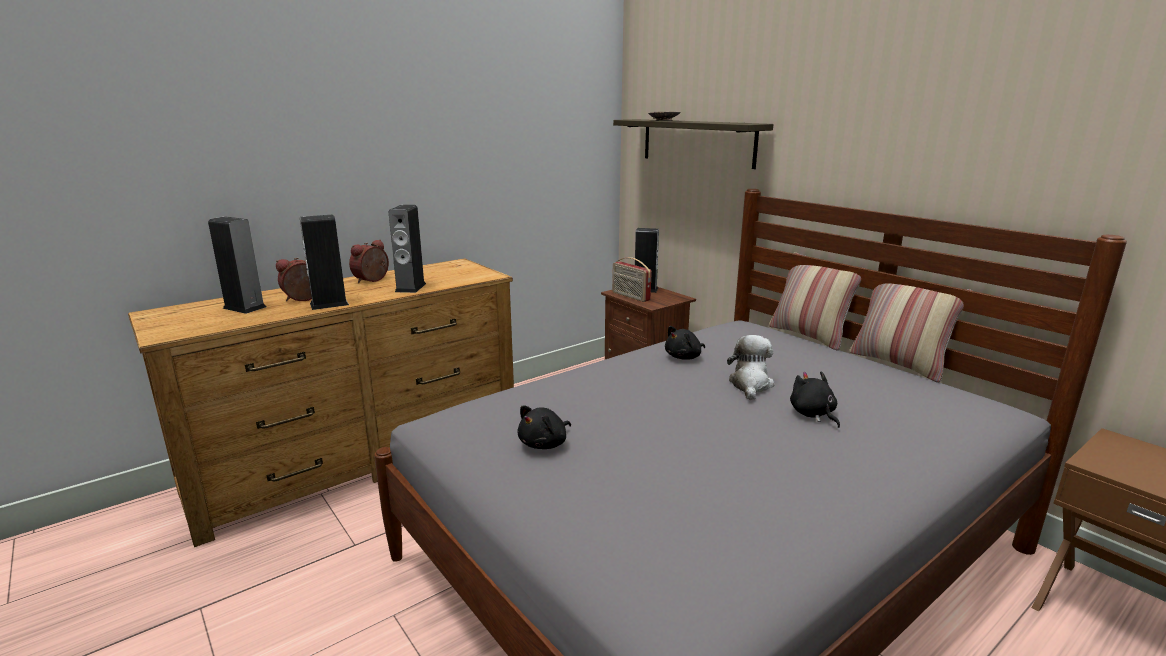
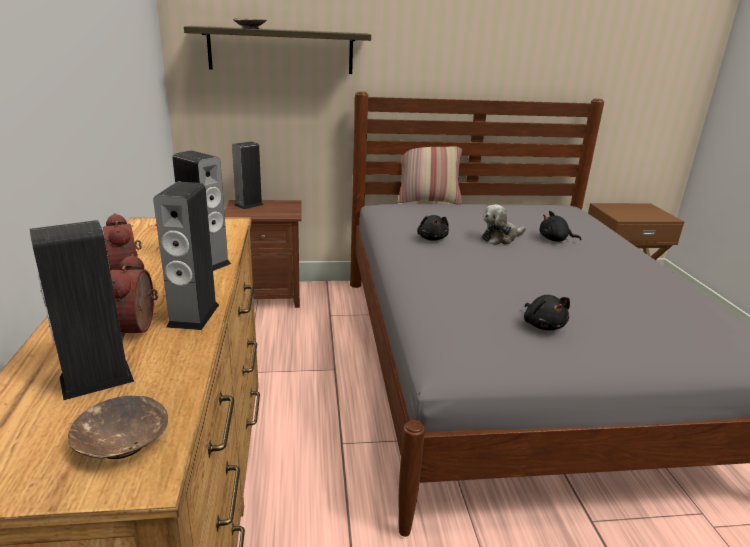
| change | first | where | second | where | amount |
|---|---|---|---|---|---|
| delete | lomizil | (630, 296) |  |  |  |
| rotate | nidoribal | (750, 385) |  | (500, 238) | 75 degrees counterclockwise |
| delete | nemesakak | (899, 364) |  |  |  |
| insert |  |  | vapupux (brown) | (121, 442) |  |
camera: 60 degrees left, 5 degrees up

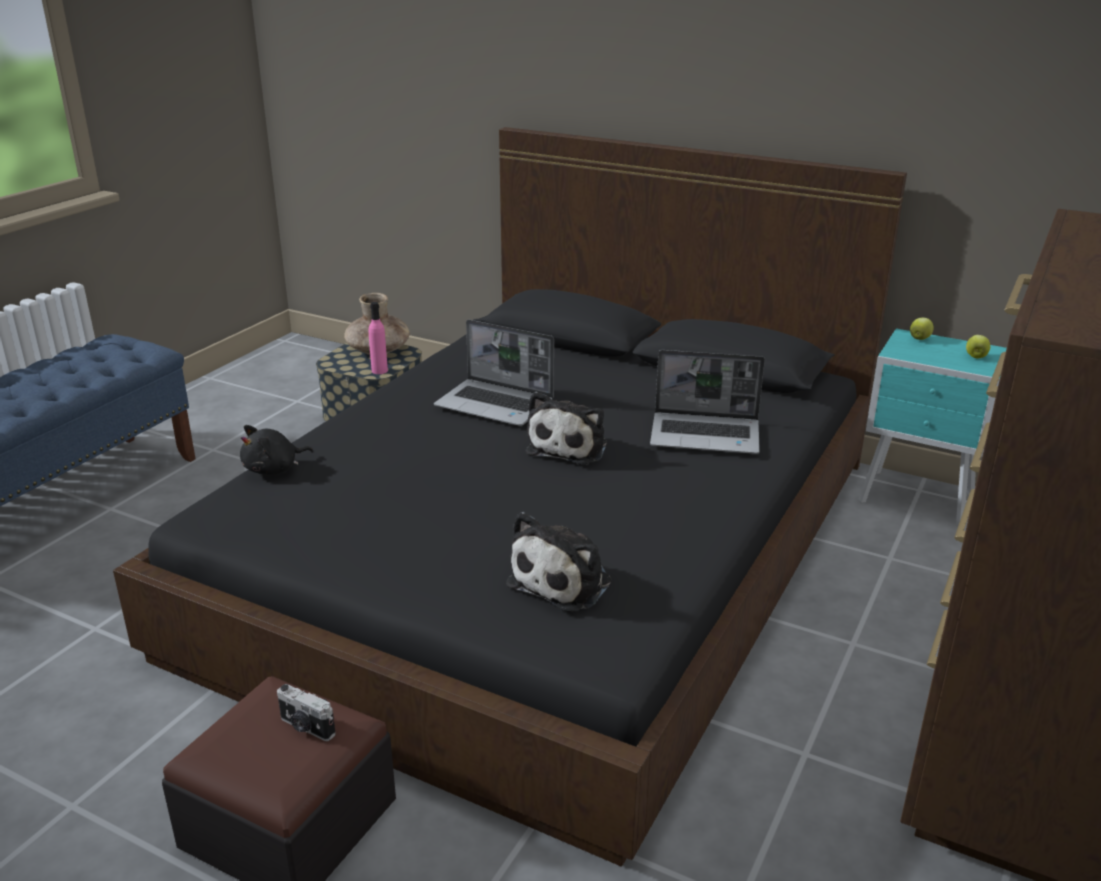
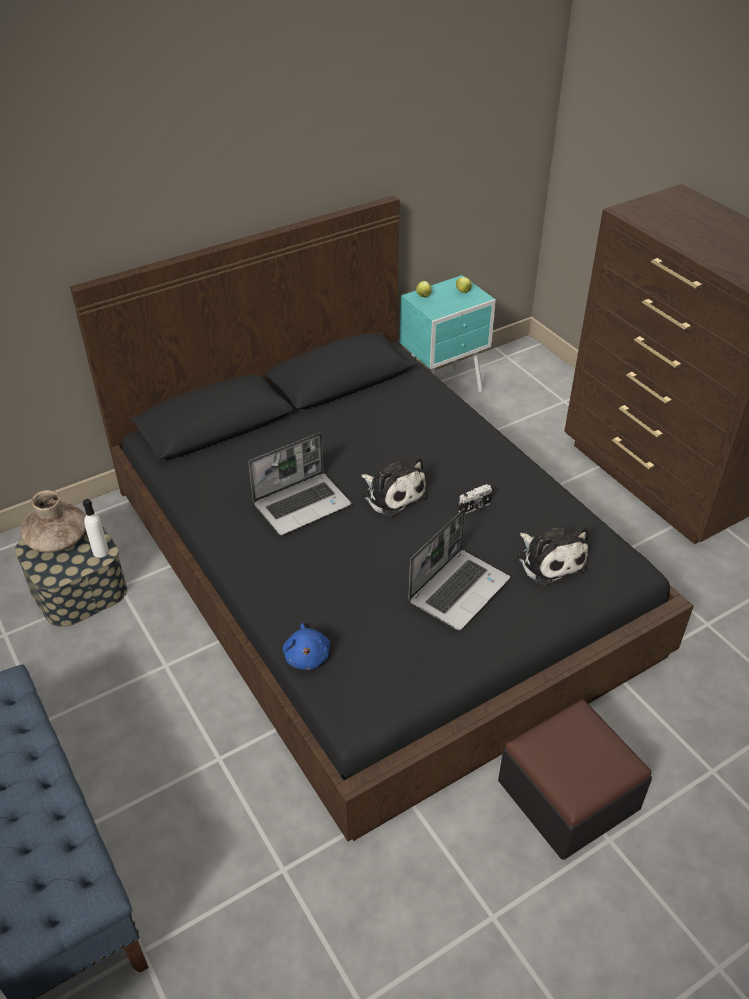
| change | first | where | second | where | amount |
|---|---|---|---|---|---|
| recolor | nidoribal (black) | (274, 469) | nidoribal (blue) | (307, 656) |  |
| move | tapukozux | (306, 727) |  | (475, 507) |  |
| recolor | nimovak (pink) | (379, 371) | nimovak (white) | (100, 552) |  |
| move | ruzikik | (706, 435) |  | (459, 589) |  |
camera: 60 degrees left, 15 degrees up

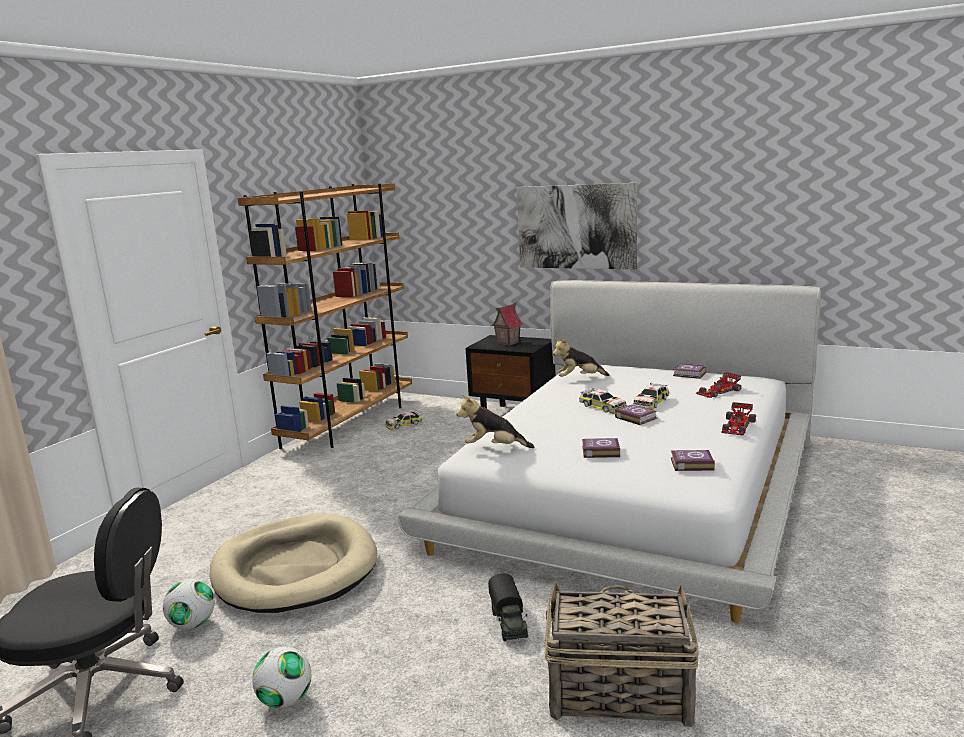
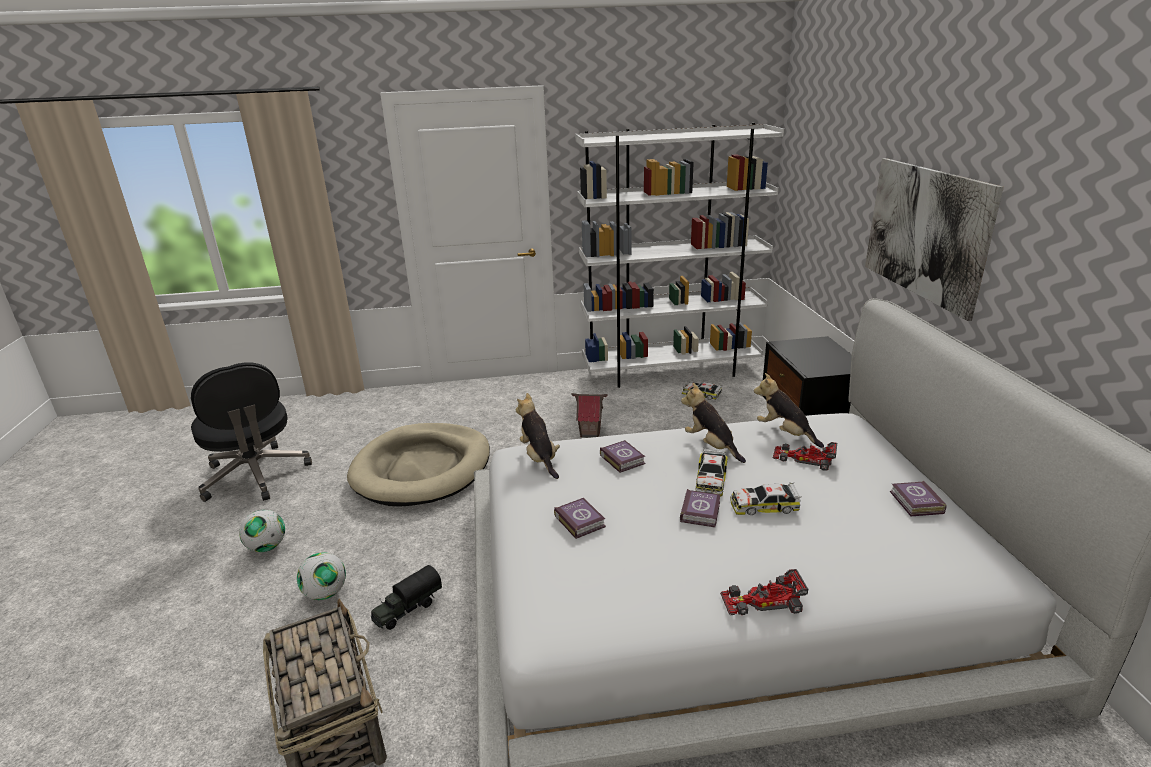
| change | first | where | second | where | amount |
|---|---|---|---|---|---|
| move | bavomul | (193, 624) |  | (326, 593) |  |
| recolor | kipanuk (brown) | (349, 423) | kipanuk (white) | (671, 371) |  |
| move | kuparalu | (507, 343) |  | (590, 432) |  |
| move | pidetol | (690, 464) |  | (622, 459) |  |
| move | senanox | (718, 391) |  | (804, 458) |  |
| insert |  |  | nidoribal | (711, 446) |  |
camera: 55 degrees right, 10 degrees up

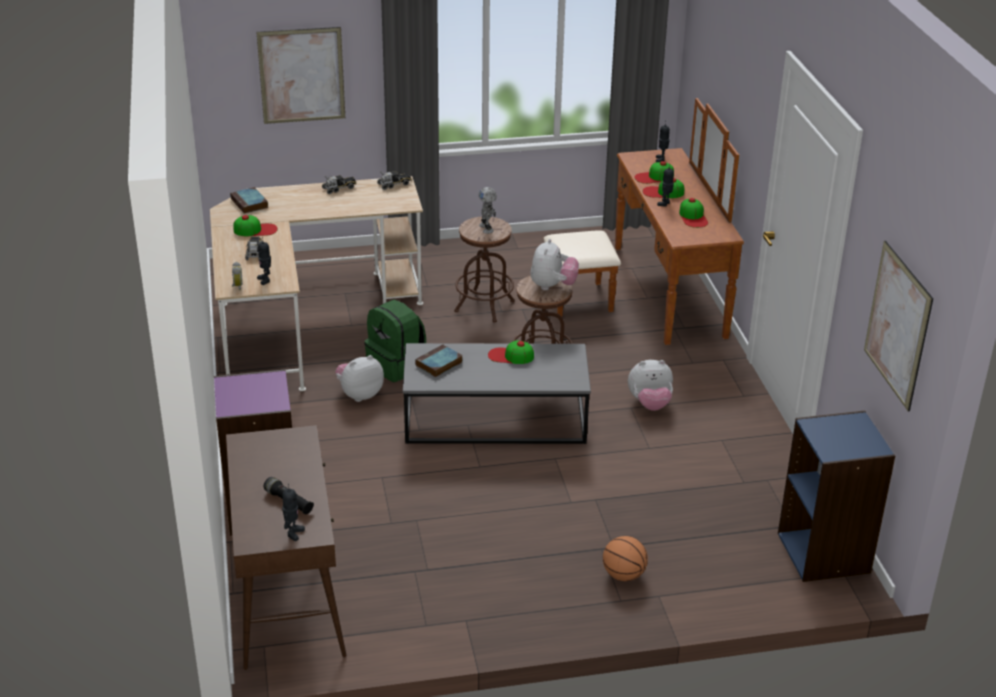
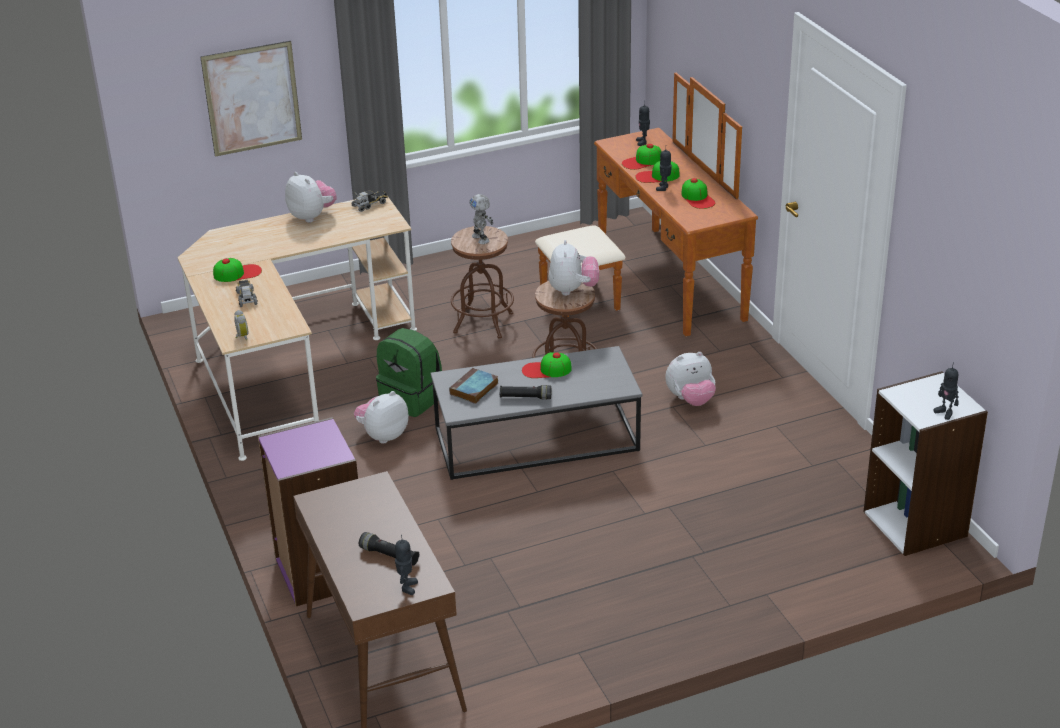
| change | first | where | second | where | amount |
|---|---|---|---|---|---|
| delete | pidetol | (250, 203) |  |  |  |
| move | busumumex | (265, 280) |  | (945, 413) |  |
| replace | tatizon | (339, 188) | nidoribal | (312, 216) |  |
| delete | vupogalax | (623, 575) |  |  |  |
| recolor | kipanuk (blue) | (824, 553) | kipanuk (white) | (916, 523) |  |
| delete | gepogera | (897, 325) |  |  |  |
| insert |  |  | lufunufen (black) | (525, 397) |  |
camera: 10 degrees left, 0 degrees up

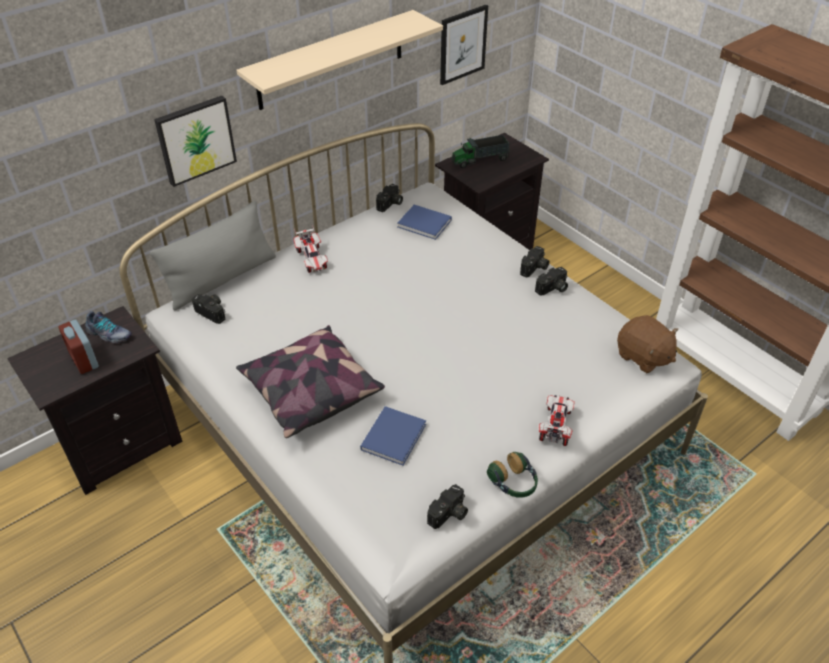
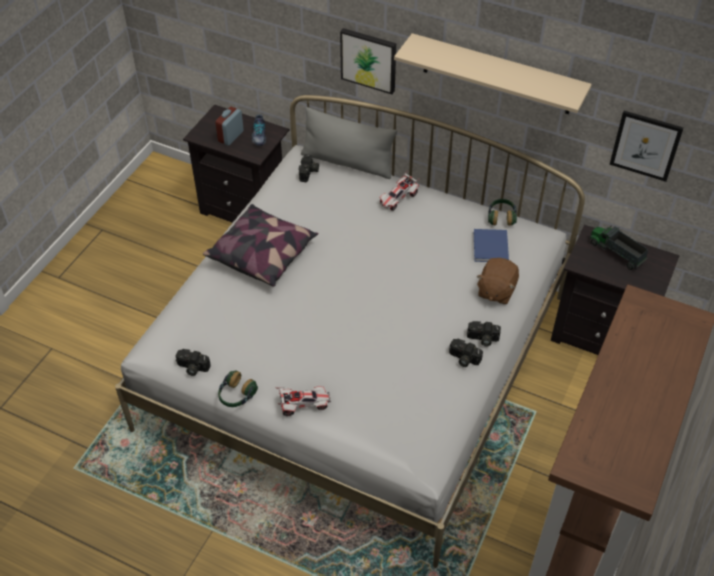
| change | first | where | second | where | amount |
|---|---|---|---|---|---|
| delete | pidetol (blue) | (394, 435) |  |  |  |
| replace | tapukozux | (390, 204) | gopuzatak | (501, 217) |  |
| move | nidoribal (brown) | (643, 357) |  | (496, 291) |  |
camera: 65 degrees right, 5 degrees up

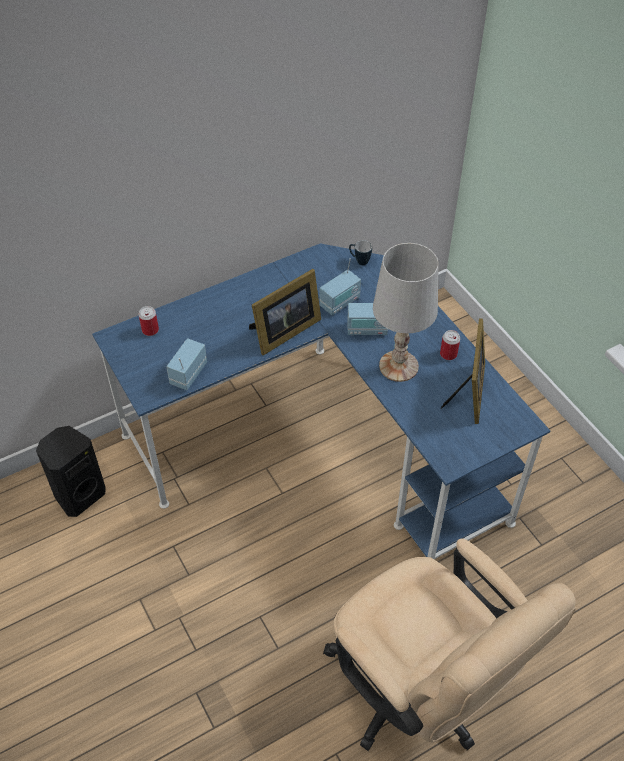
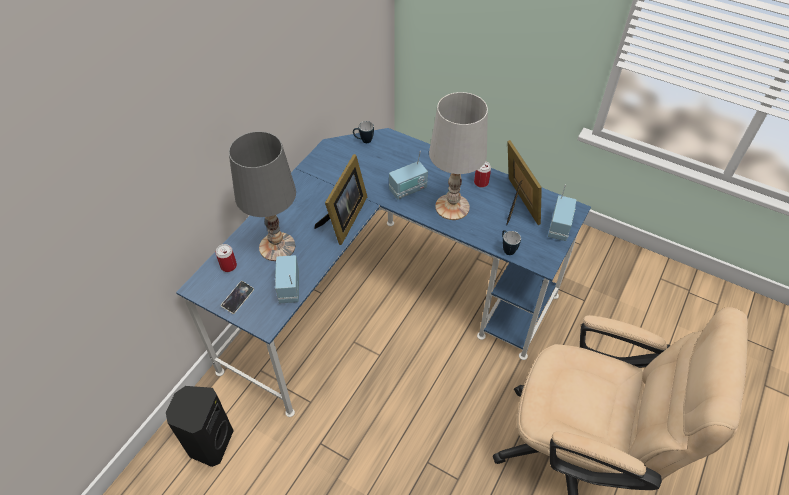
| change | first | where | second | where | amount |
|---|---|---|---|---|---|
| move | lomizil | (340, 303) |  | (559, 227) |  |
| insert |  |  | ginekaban | (238, 298) |  |
| insert |  |  | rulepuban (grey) | (277, 247) |  |
| insert |  |  | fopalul | (507, 249) |  |
camera: 30 degrees left, 0 degrees up

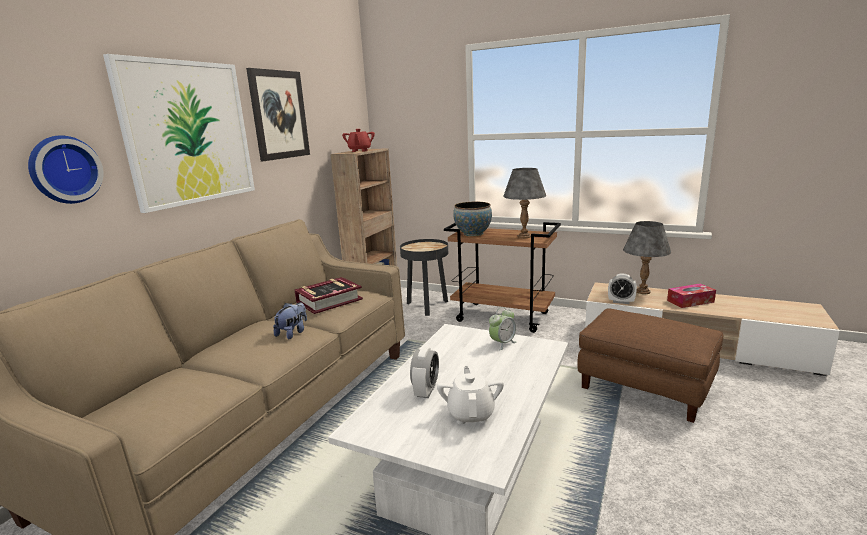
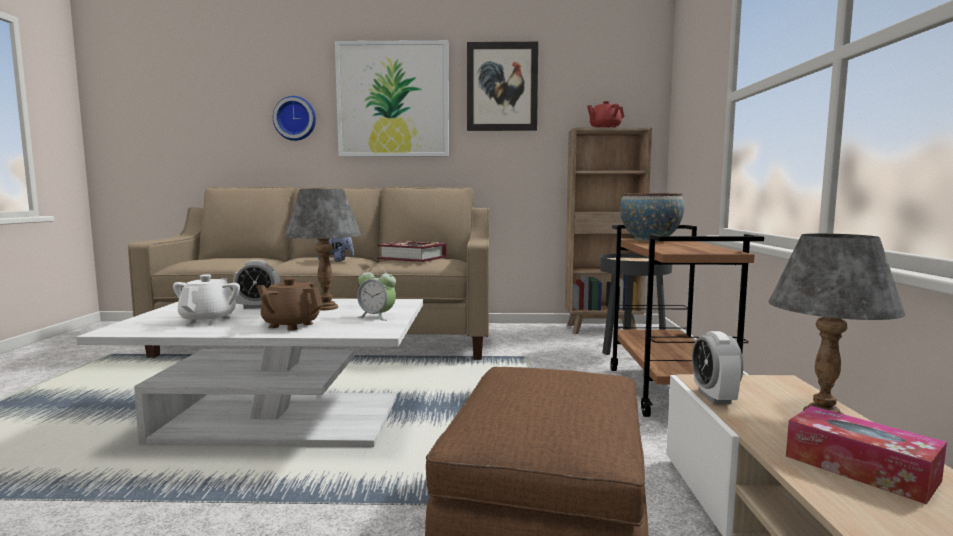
| change | first | where | second | where | amount |
|---|---|---|---|---|---|
| rotate | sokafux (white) | (471, 414) |  | (208, 320) | 60 degrees counterclockwise |
| move | rulepuban (grey) | (524, 236) |  | (325, 307) |  |
| insert |  |  | sokafux (brown) | (290, 325) |  |
camera: 65 degrees right, 10 degrees down

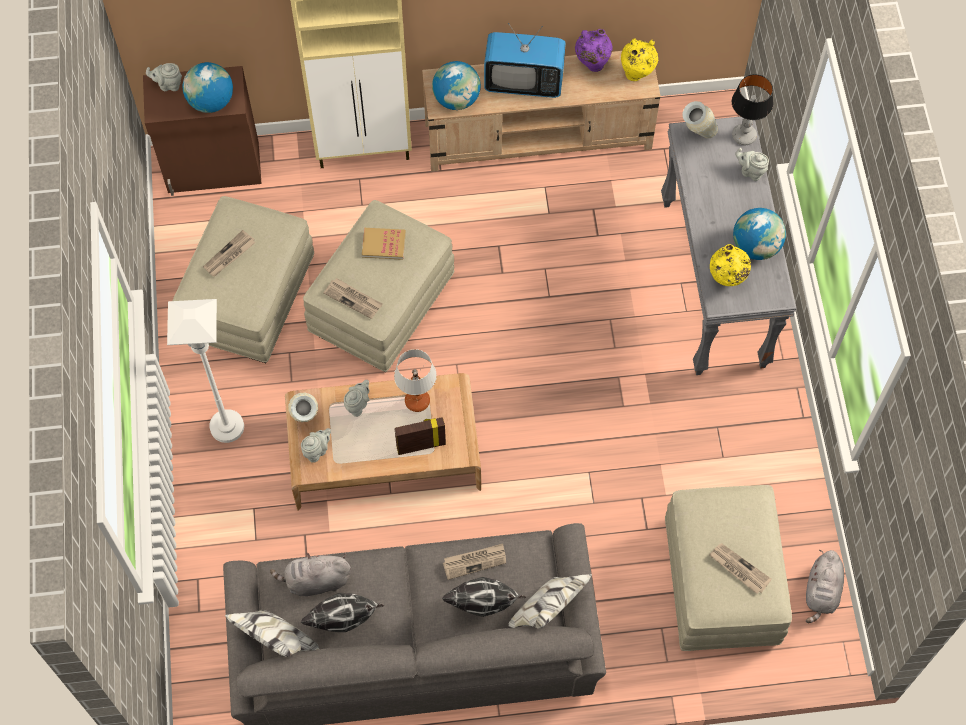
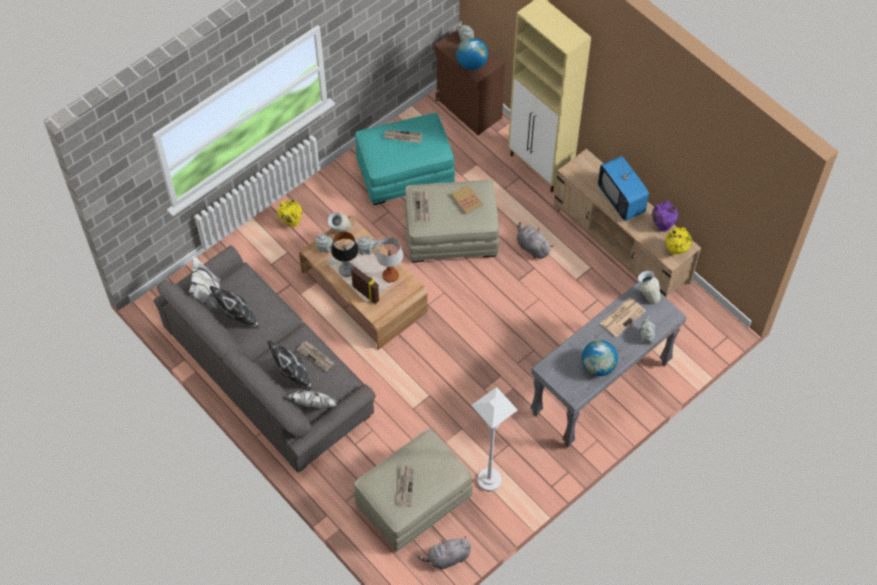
| change | first | where | second | where | amount |
|---|---|---|---|---|---|
| move | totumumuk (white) | (227, 427) |  | (489, 480) |  |
| recolor | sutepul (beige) | (249, 297) | sutepul (turquoise) | (405, 173) |  |
| move | nidoribal (grey) | (315, 581) |  | (532, 247) |  |
| delete | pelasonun | (456, 99) |  |  |  |
| move | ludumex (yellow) | (726, 281) |  | (291, 222) |  |
| move | rulepuban | (744, 135) |  | (347, 271) |  |
| insert |  |  | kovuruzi | (622, 317) |  |
camera: 55 degrees right, 5 degrees down

